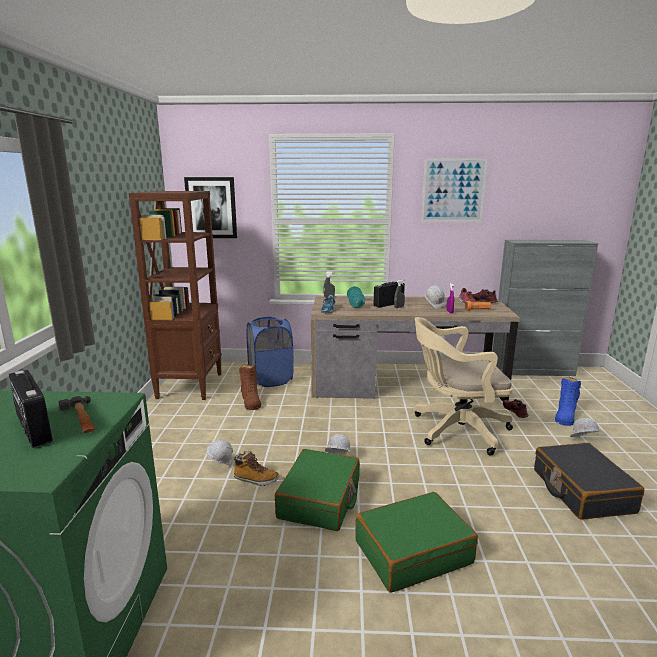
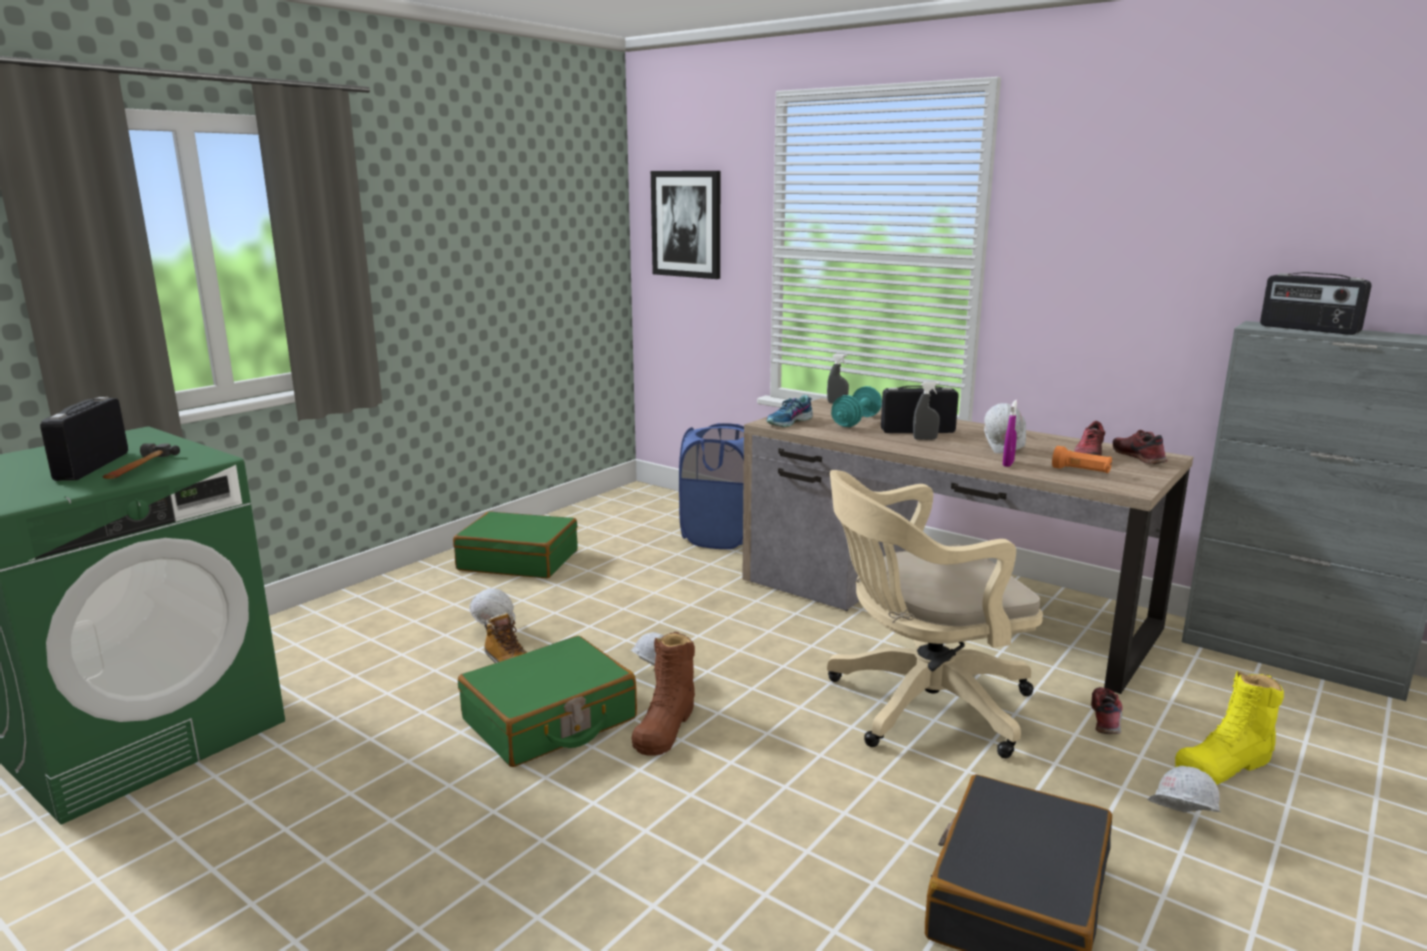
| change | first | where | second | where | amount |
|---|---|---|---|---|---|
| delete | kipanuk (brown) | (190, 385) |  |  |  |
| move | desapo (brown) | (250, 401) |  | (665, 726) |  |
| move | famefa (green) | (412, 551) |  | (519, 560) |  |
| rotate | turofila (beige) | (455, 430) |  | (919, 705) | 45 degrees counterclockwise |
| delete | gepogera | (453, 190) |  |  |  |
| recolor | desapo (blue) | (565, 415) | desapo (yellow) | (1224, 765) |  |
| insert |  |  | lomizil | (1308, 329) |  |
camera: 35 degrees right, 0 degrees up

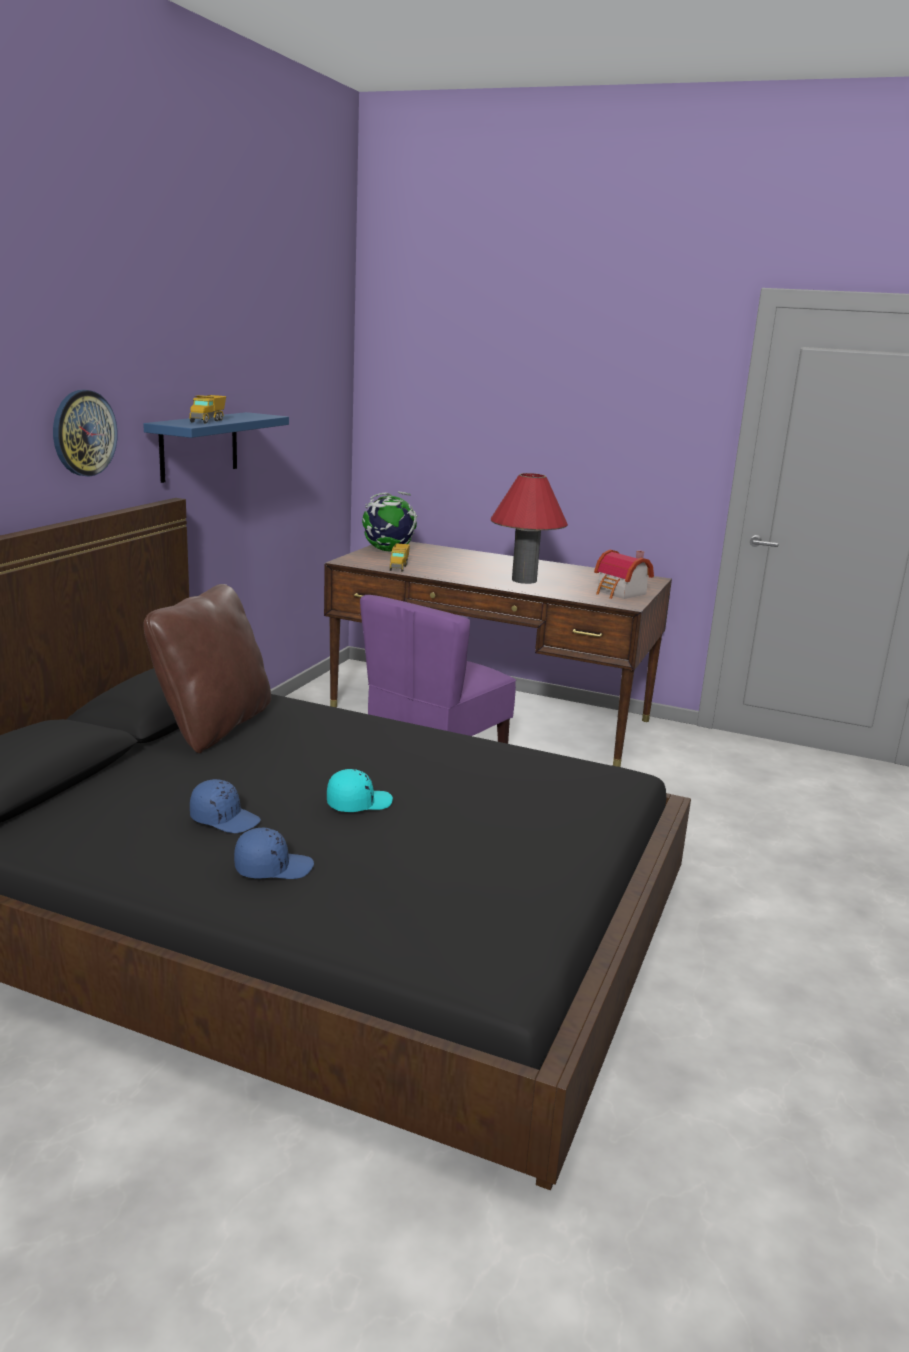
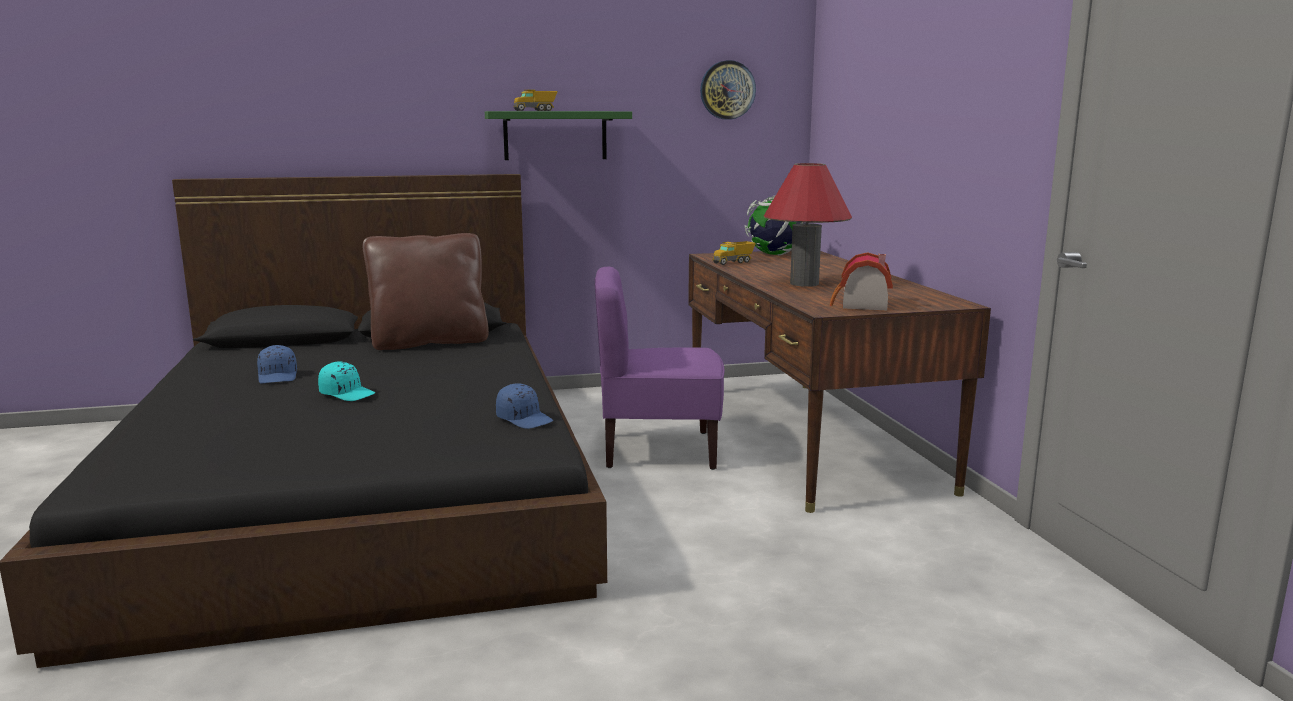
| change | first | where | second | where | amount |
|---|---|---|---|---|---|
| move | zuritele | (83, 433) |  | (727, 90) |  |
| recolor | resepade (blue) | (199, 446) | resepade (green) | (555, 135) |  |
| move | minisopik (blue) | (273, 868) |  | (525, 419) |  |
camera: 55 degrees right, 5 degrees down

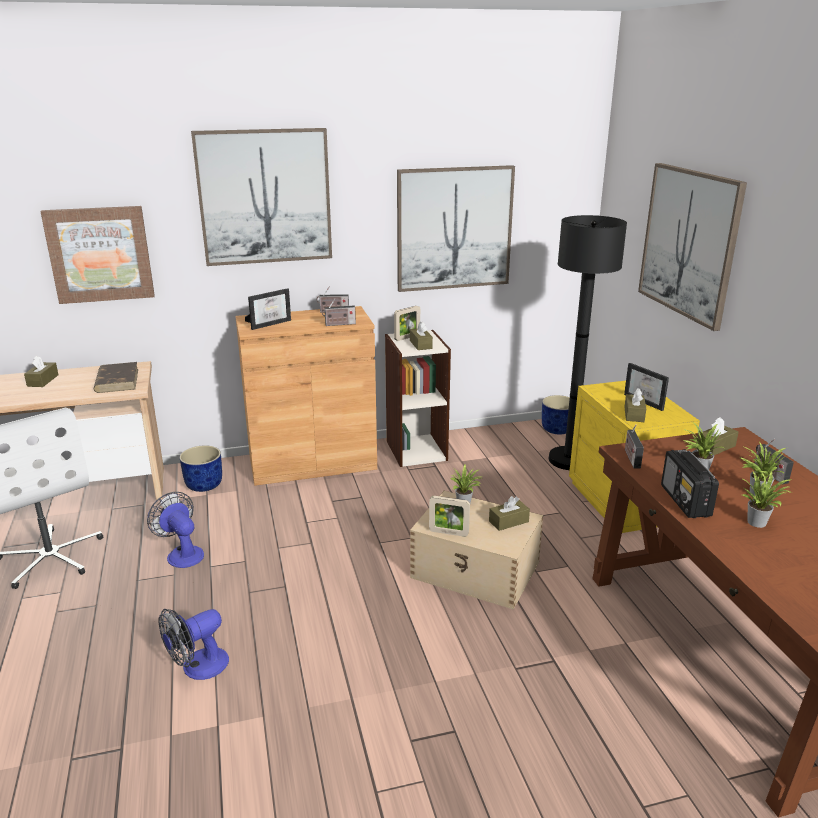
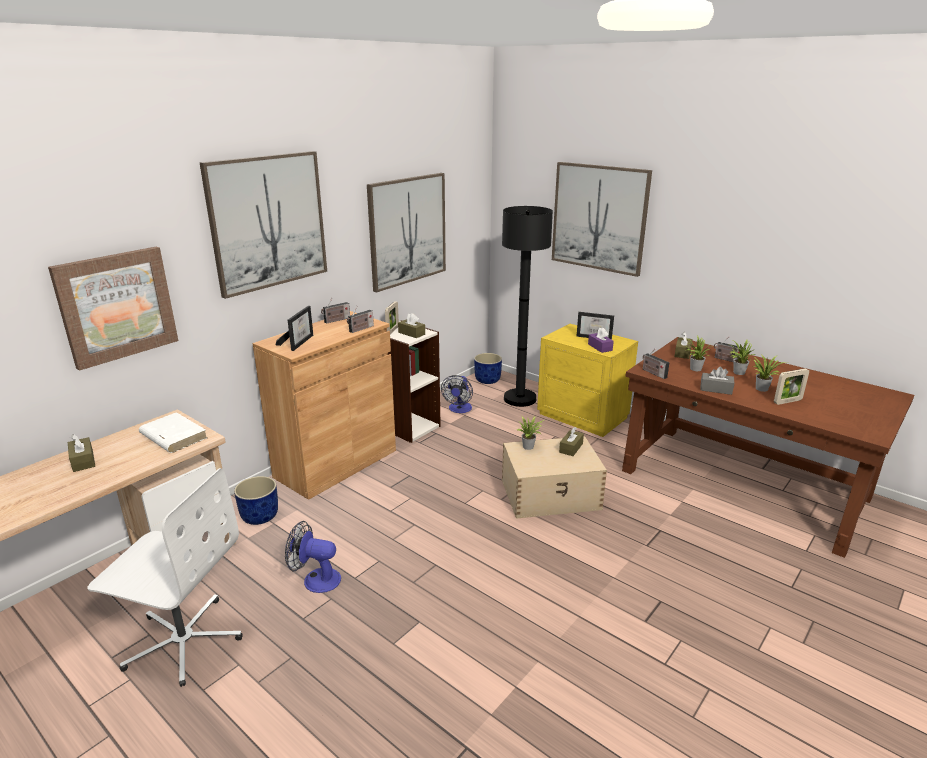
| change | first | where | second | where | amount |
|---|---|---|---|---|---|
| recolor | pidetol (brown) | (117, 380) | pidetol (white) | (173, 436) |  |
| move | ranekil | (198, 668) |  | (459, 409) |  |
| move | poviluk | (448, 533) |  | (787, 401) |  |
| recolor | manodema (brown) | (634, 414) | manodema (purple) | (600, 347) |  |
| replace | lomizil | (685, 501) | manodema (grey) | (716, 389) |  |
camera: 35 degrees left, 0 degrees up

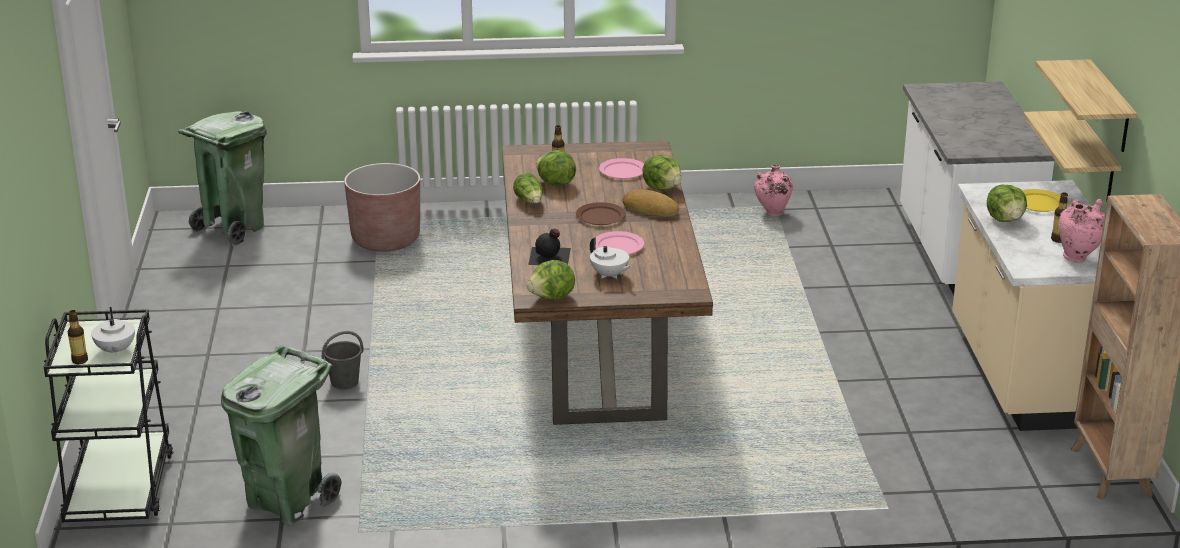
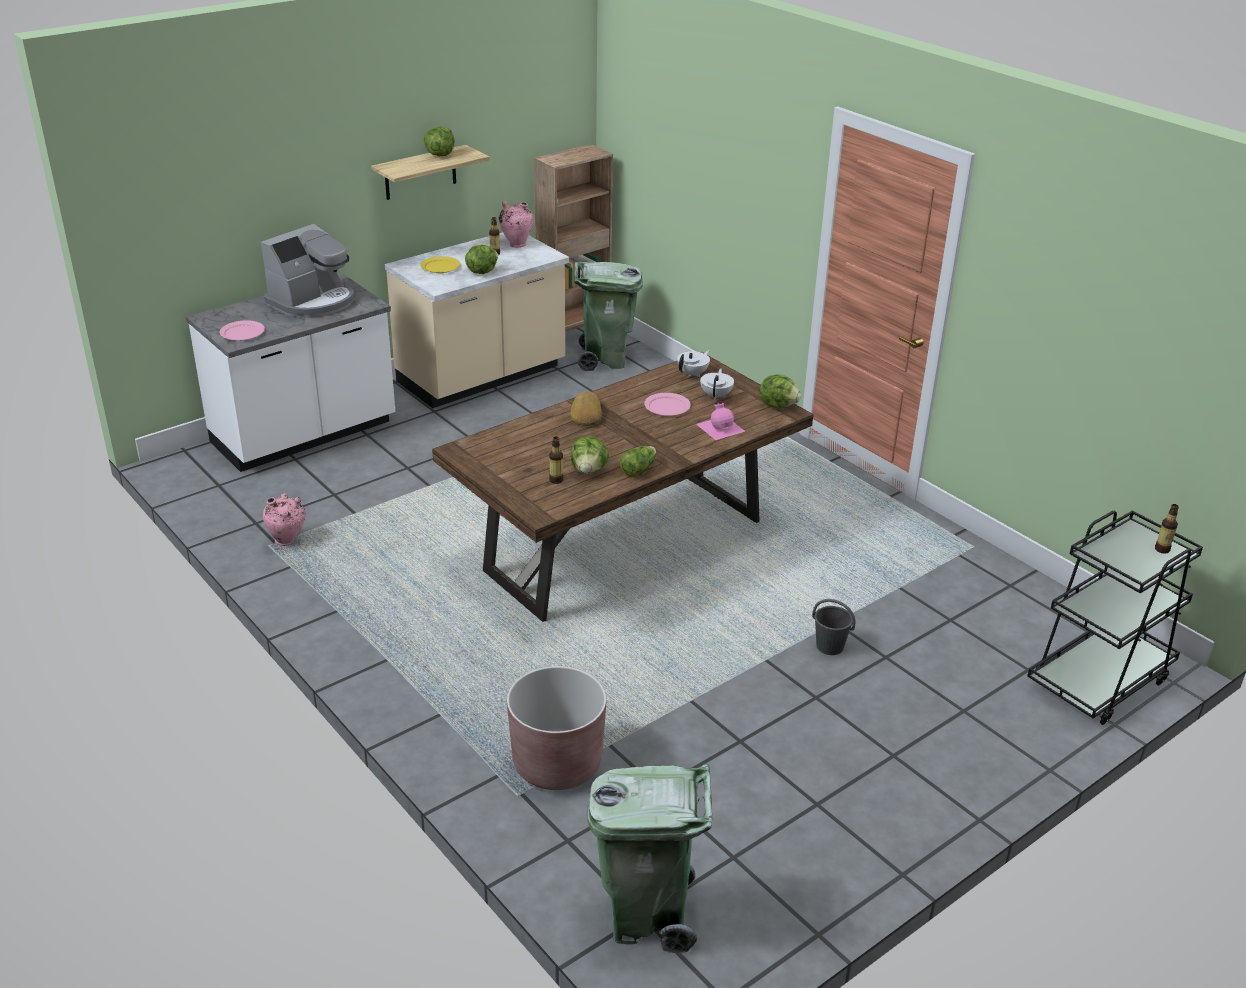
| change | first | where | second | where | amount |
|---|---|---|---|---|---|
| move | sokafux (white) | (115, 350) |  | (693, 374) |  |
| move | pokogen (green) | (287, 501) |  | (605, 359) |  |
| recolor | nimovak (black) | (550, 256) | nimovak (pink) | (720, 427) |  |
| delete | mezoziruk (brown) | (601, 216) |  |  |  |
| move | mezoziruk (pink) | (622, 171) |  | (243, 333) |  |
| move | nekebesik | (662, 188) |  | (440, 154) |  |
| delete | resepade | (1095, 159) |  |  |  |
| insert |  |  | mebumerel | (313, 302) |  |
camera: 125 degrees left, 5 degrees up

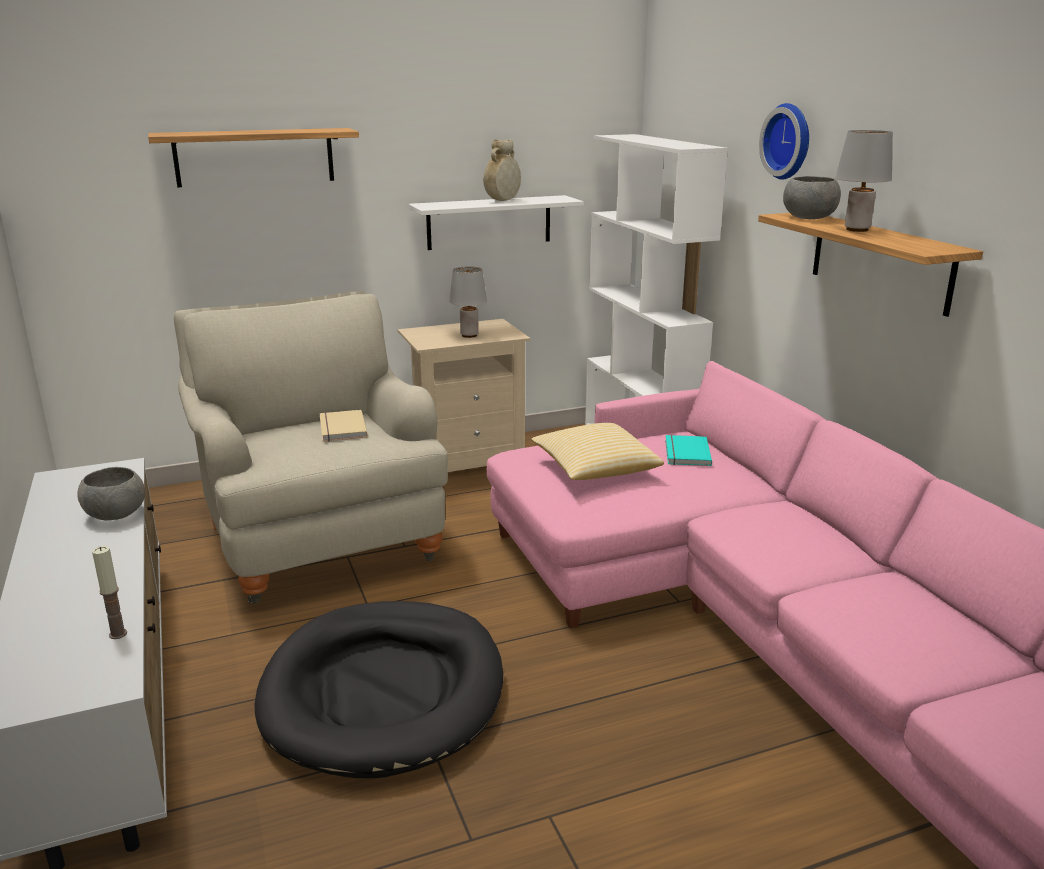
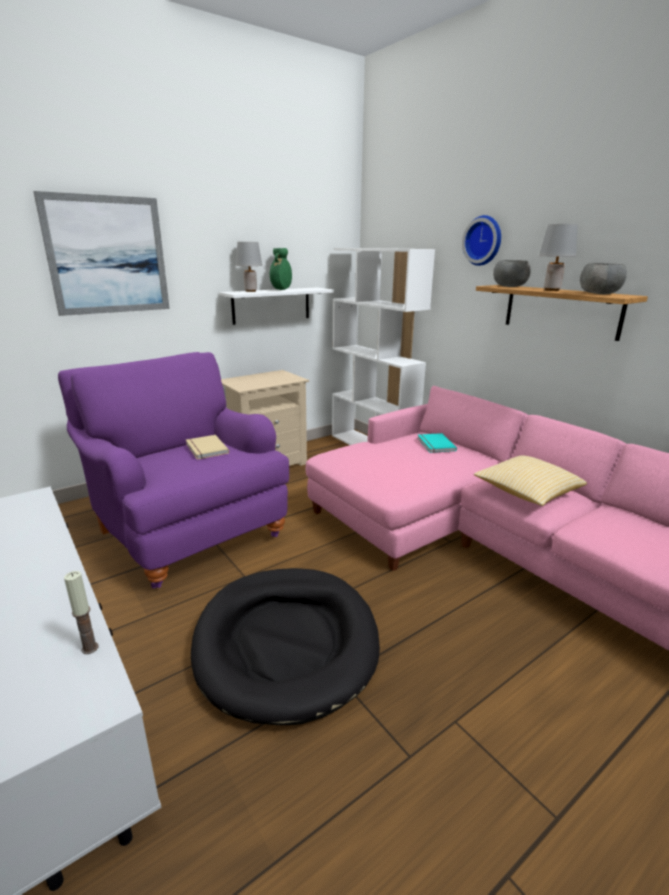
| change | first | where | second | where | amount |
|---|---|---|---|---|---|
| move | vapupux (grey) | (115, 514) |  | (598, 294) |  |
| replace | resepade | (254, 157) | gepogera | (108, 255) |  |
| recolor | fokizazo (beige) | (319, 537) | fokizazo (purple) | (187, 530) |  |
| move | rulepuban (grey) | (469, 335) |  | (250, 291) |  |
| recolor | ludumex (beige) | (502, 200) | ludumex (green) | (281, 289) |  |
| move | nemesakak | (594, 470) |  | (526, 493) |  |
camera: 15 degrees left, 0 degrees up

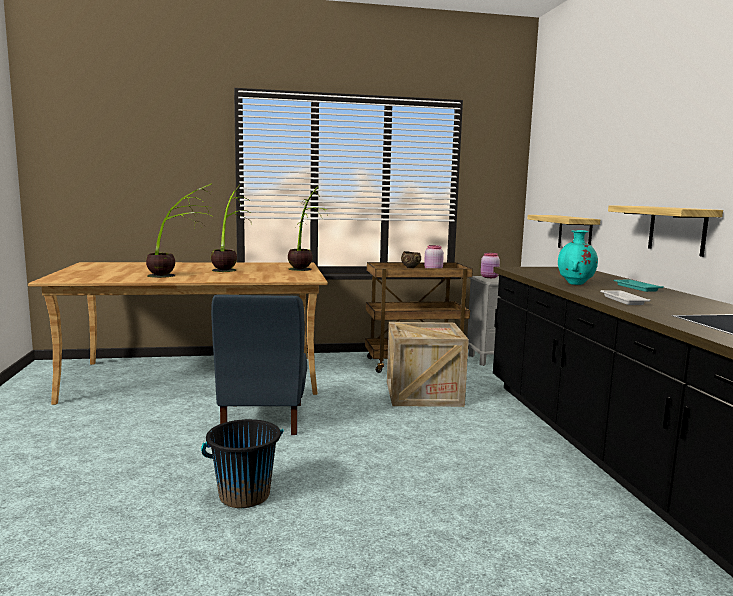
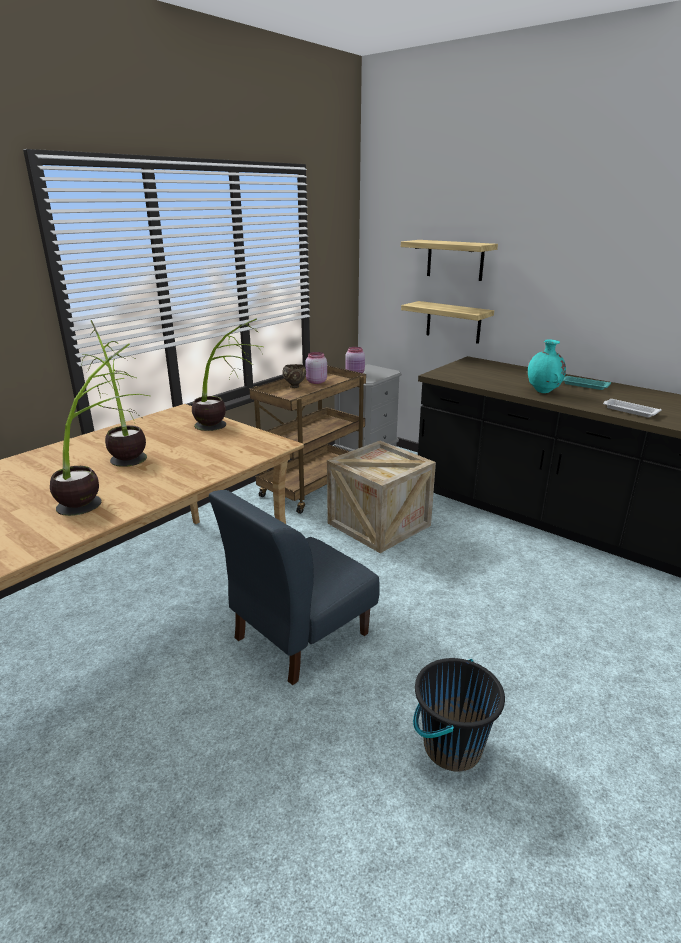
| change | first | where | second | where | amount |
|---|---|---|---|---|---|
| rotate | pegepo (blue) | (262, 419) |  | (300, 635) | 90 degrees clockwise |
| move | resepade | (677, 230) |  | (455, 260) |  |
camera: 40 degrees left, 15 degrees up

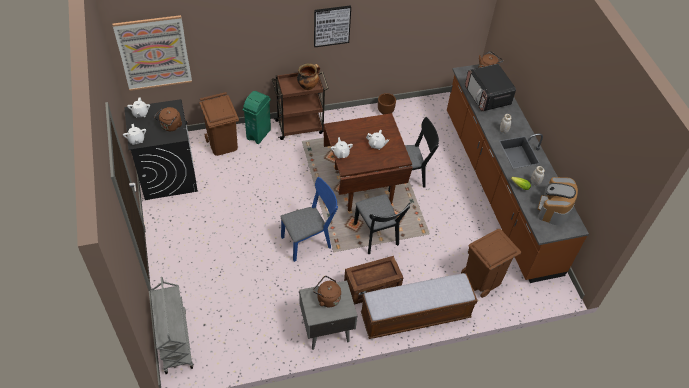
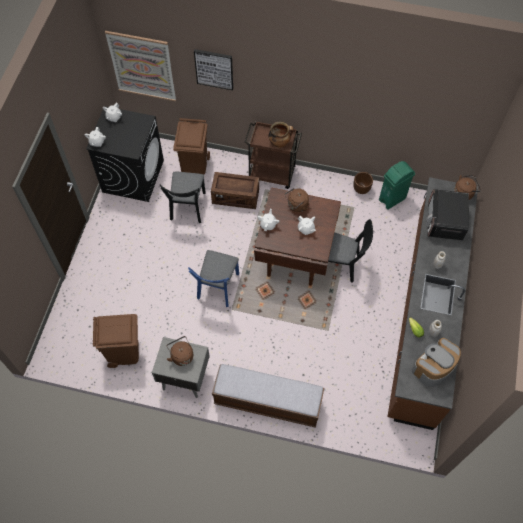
| change | first | where | second | where | amount |
|---|---|---|---|---|---|
| delete | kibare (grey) | (175, 341) |  |  |  |
| move | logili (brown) | (170, 126) |  | (296, 205) |  |
| move | pokogen (green) | (259, 134) |  | (392, 199) |  |
| rotate | pegepo (blue) | (309, 240) |  | (217, 289) | 105 degrees clockwise |
| move | gepogera | (331, 25) |  | (214, 69) |  |
| move | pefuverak | (372, 287) |  | (235, 197) |  |
| move | pegepo (black) | (377, 237) |  | (187, 209) |  |
| move | pokogen (brown) | (482, 279) |  | (124, 351) |  |
camera: 30 degrees right, 10 degrees up

